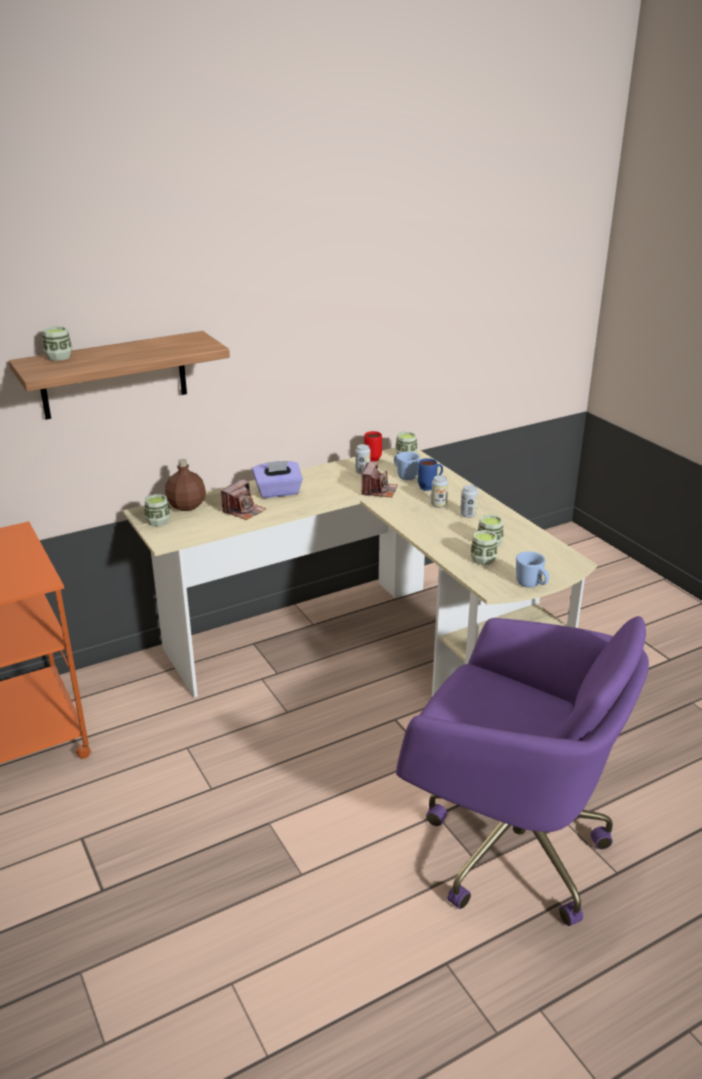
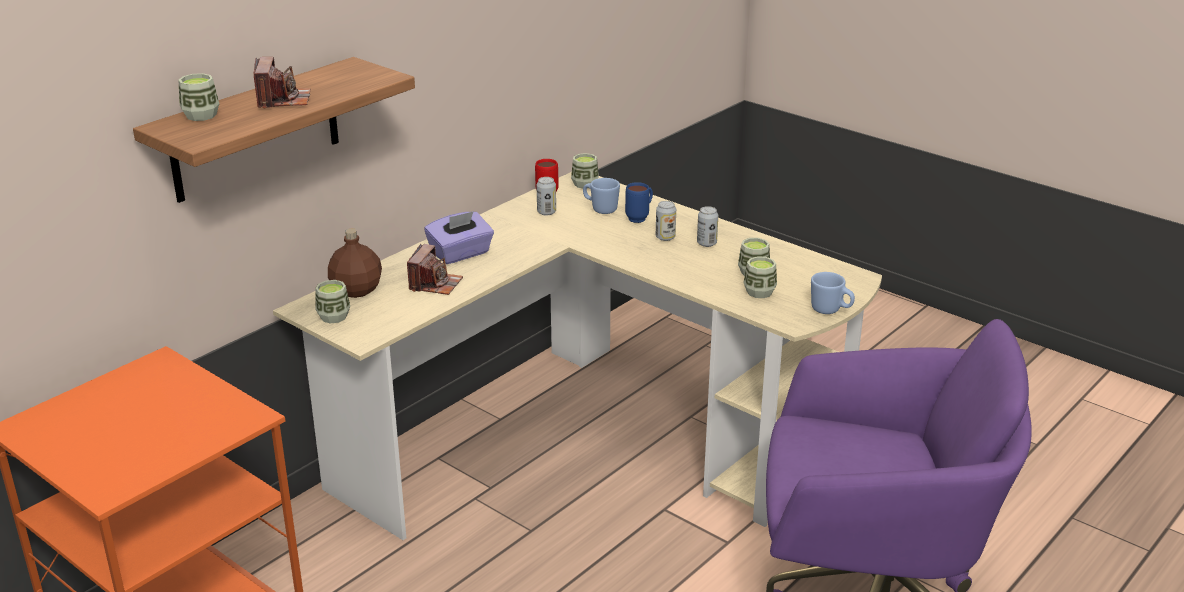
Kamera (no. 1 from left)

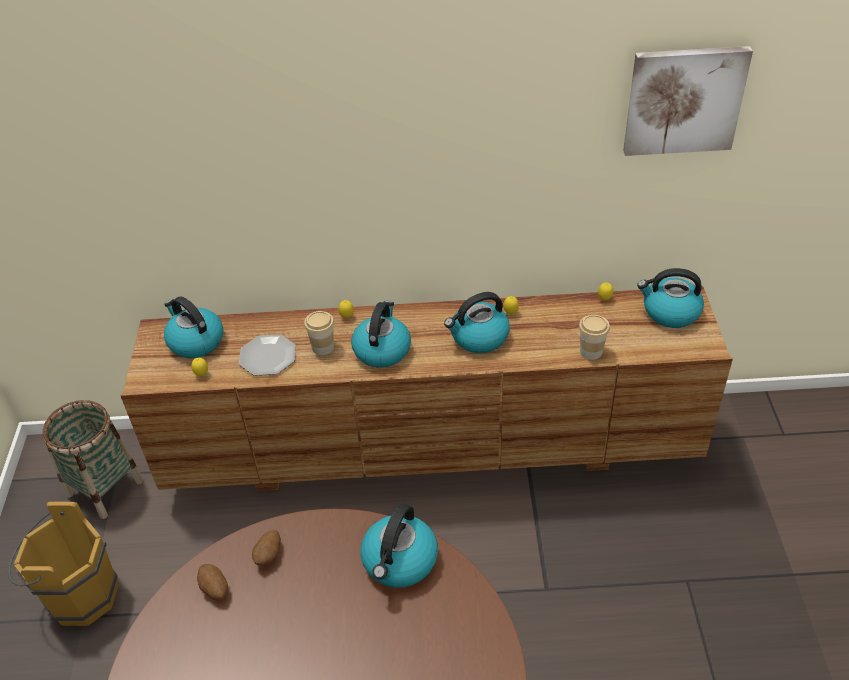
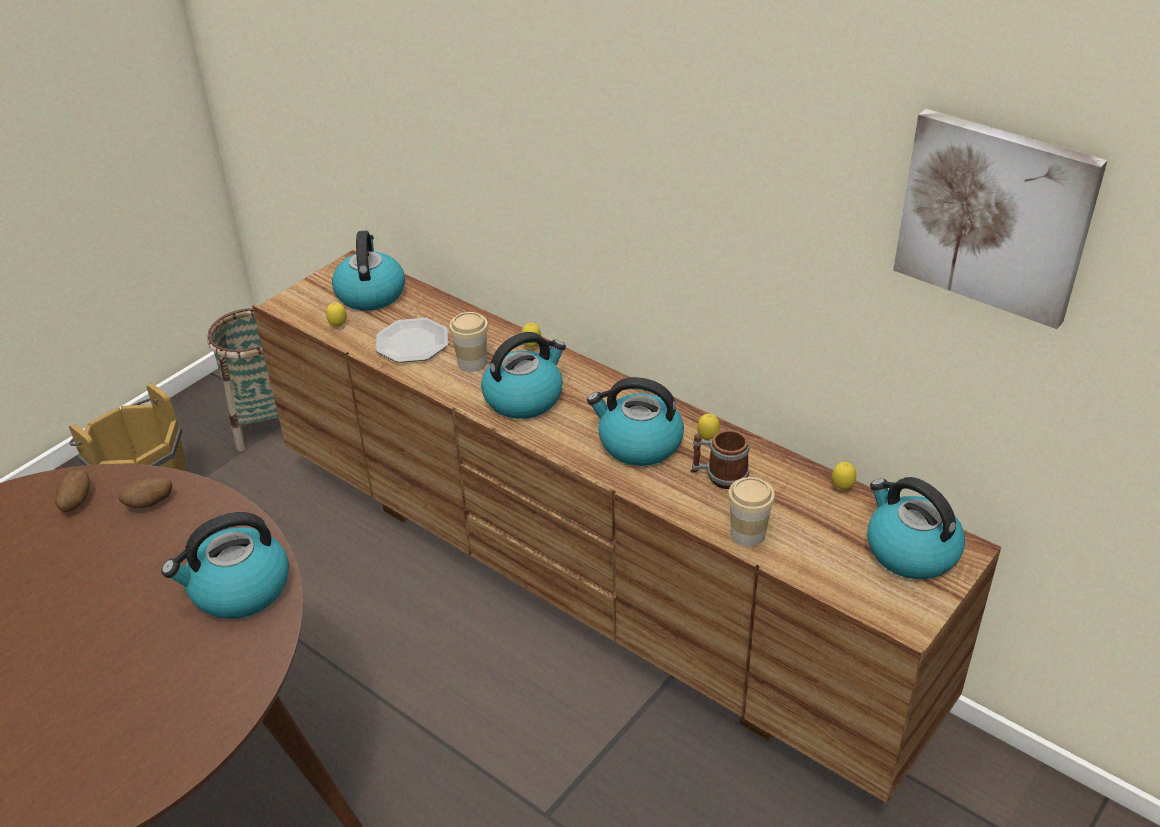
Henkelbecher

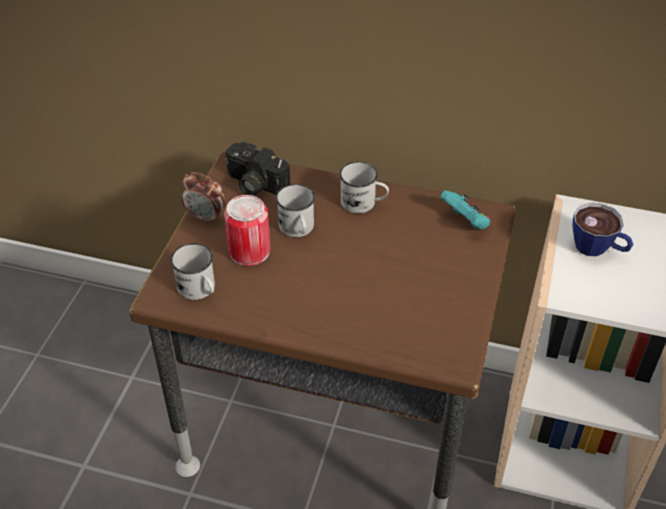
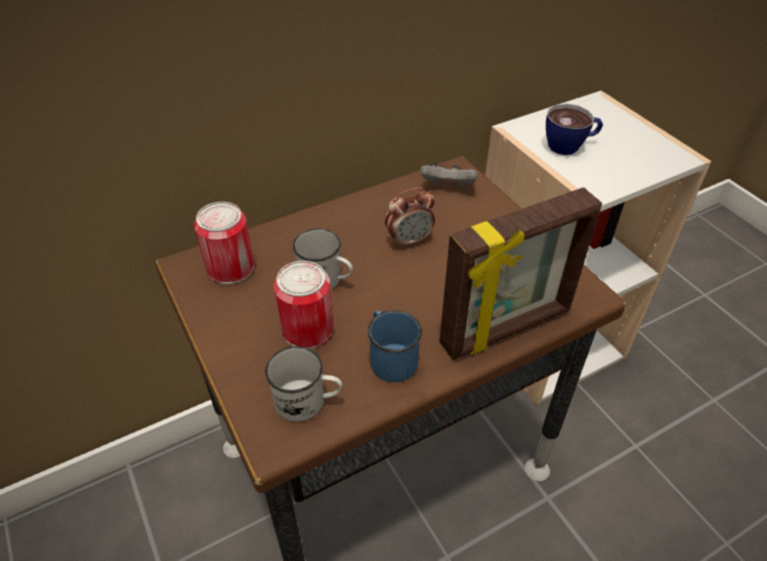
Dose (no. 1 from left)
Henkelbecher (weiß) (no. 3 from left in the first image)
Wecker
Gamepad (grau)
Bilderrahmen
Henkelbecher (blau)

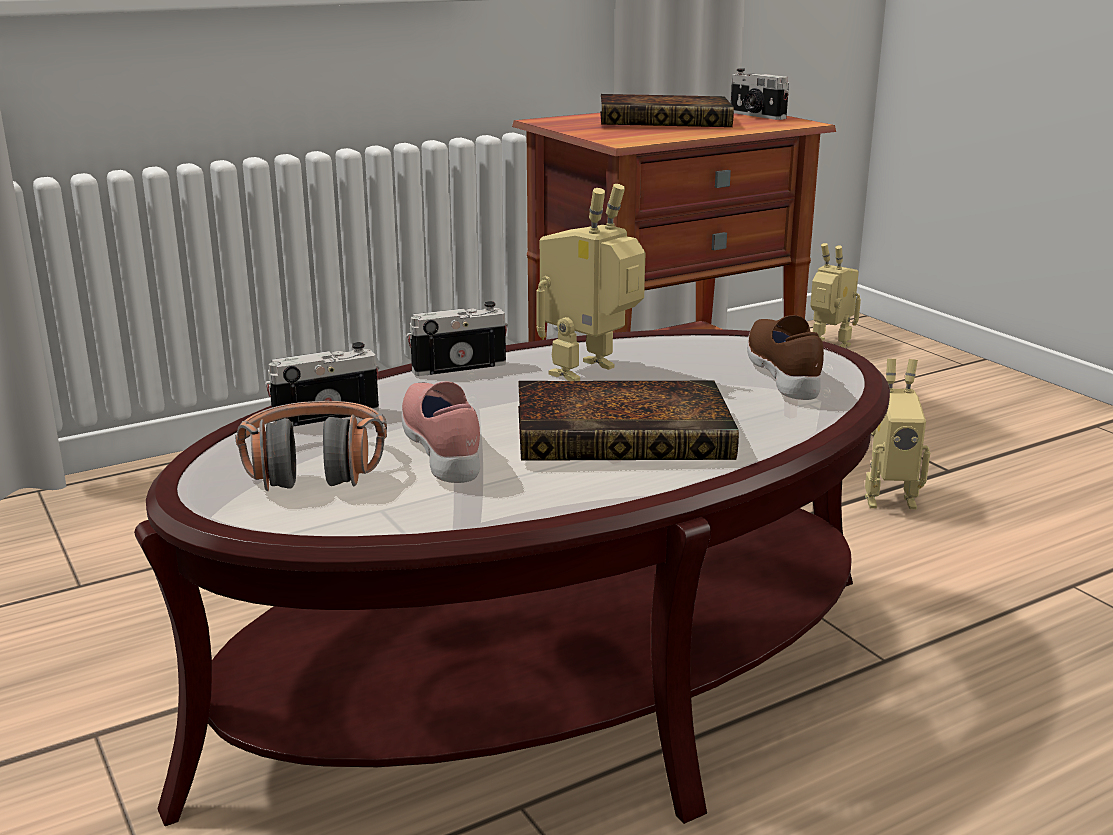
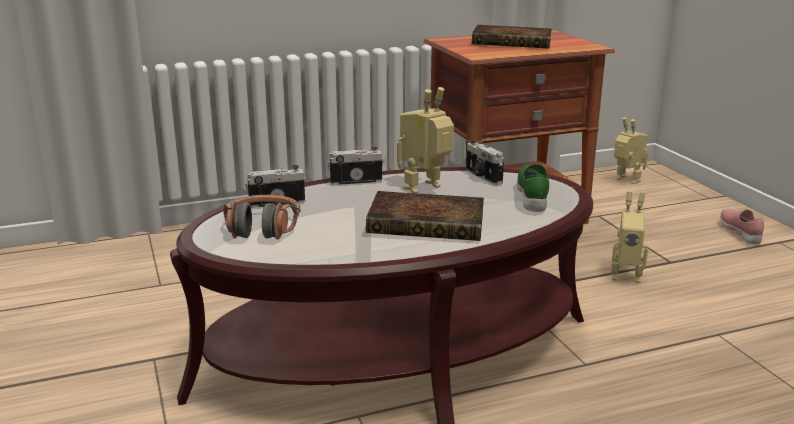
Kamera (no. 3 from left)
Schuh (grün)
Schuh (rosa)

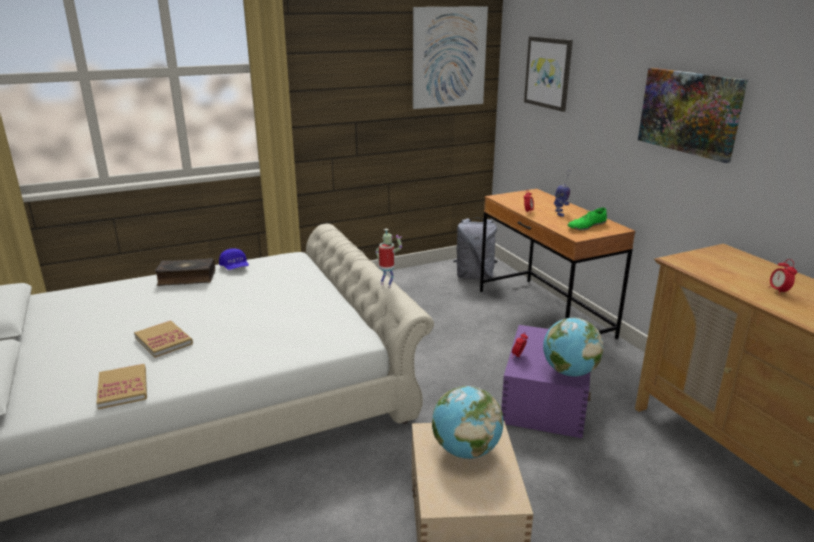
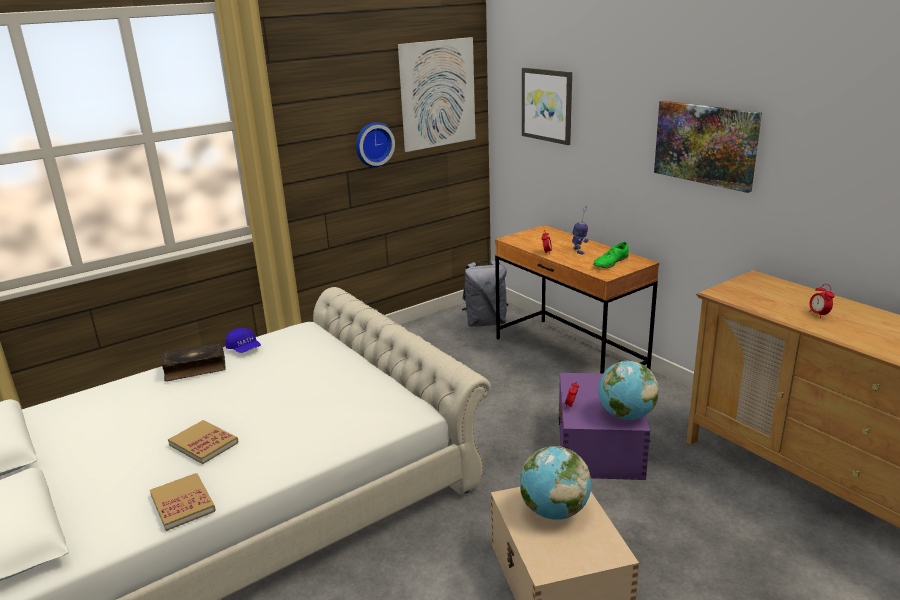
Spielzeugroboter (no. 1 from left in the first image)
Wanduhr

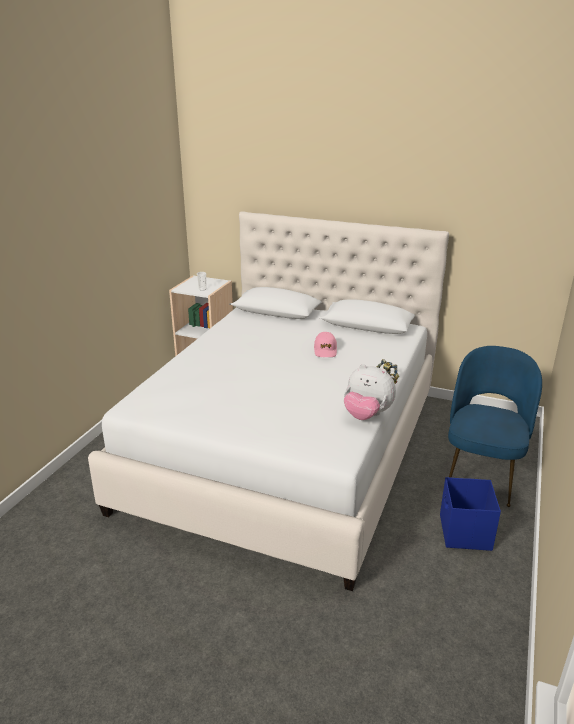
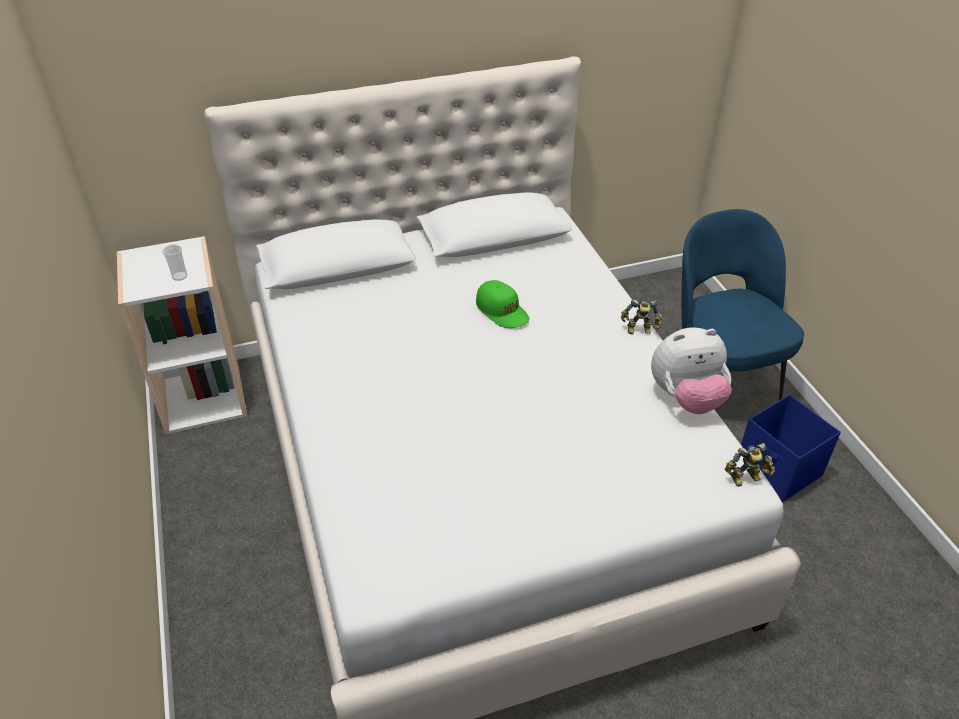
Kappe (grün)
Spielzeugroboter (no. 2 from left)

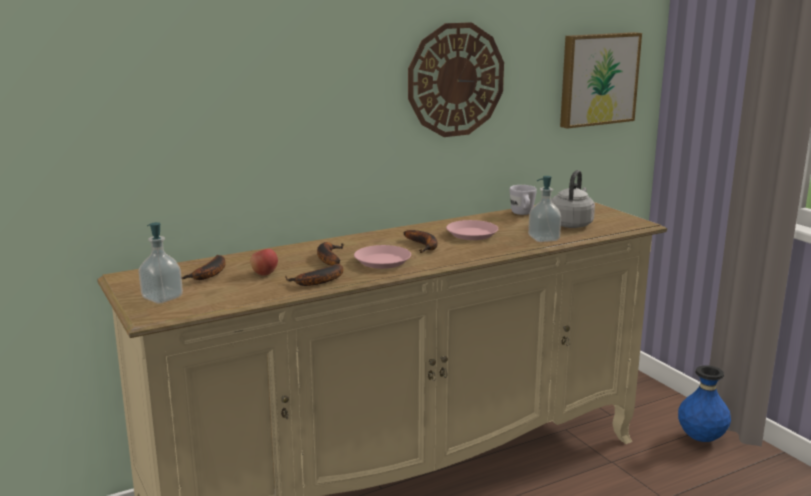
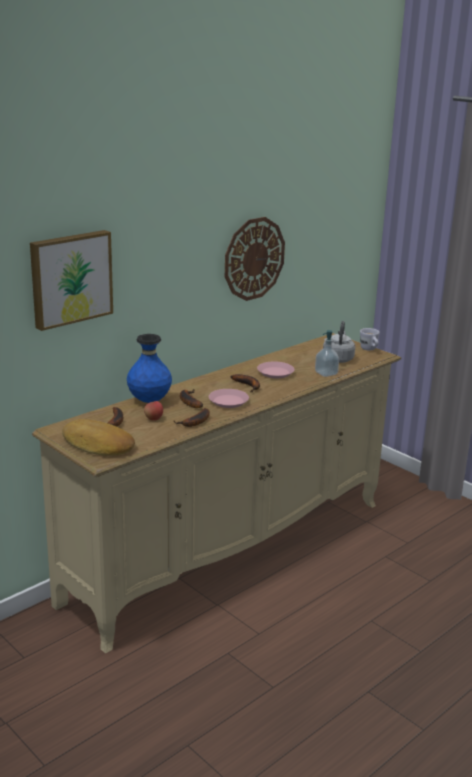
Bild
Henkelbecher (weiß)
Brot
Vase (blau)

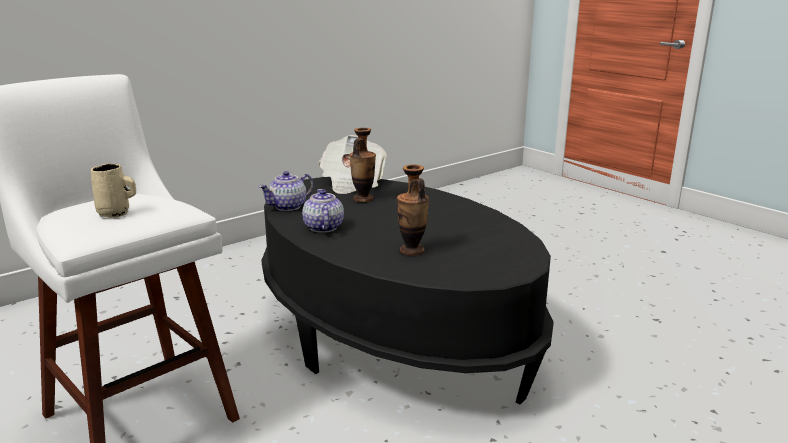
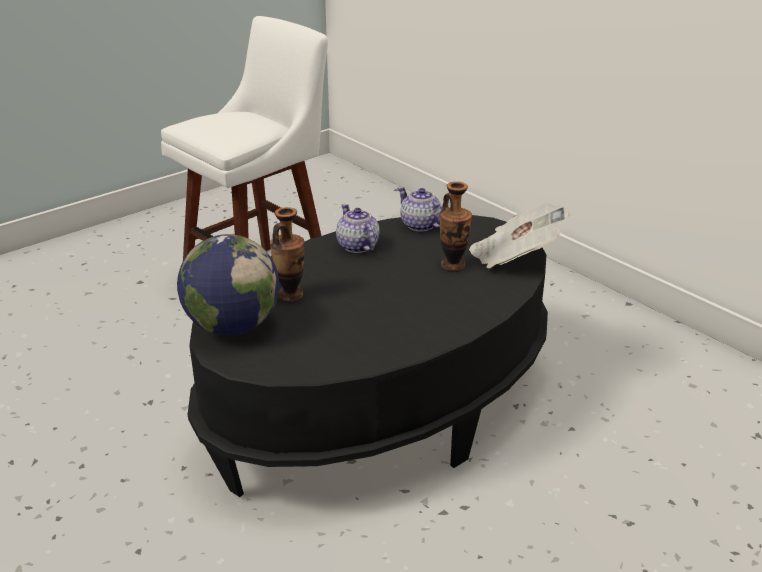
Henkelbecher (beige)
Teekanne (no. 1 from left)
Globus

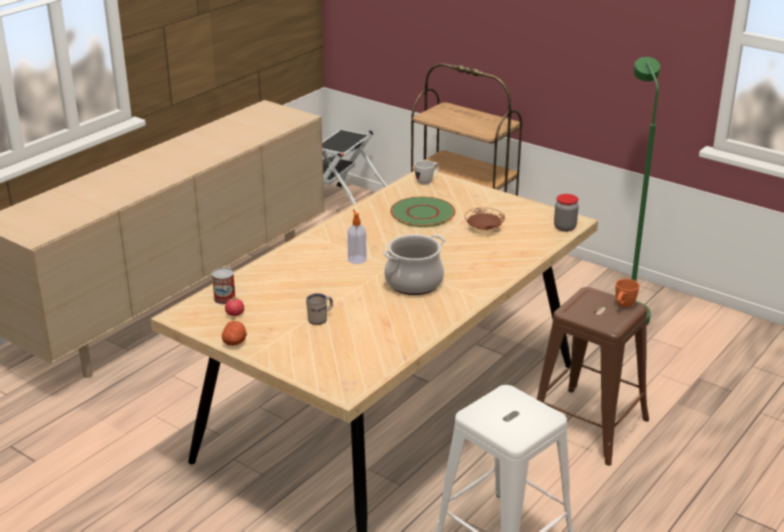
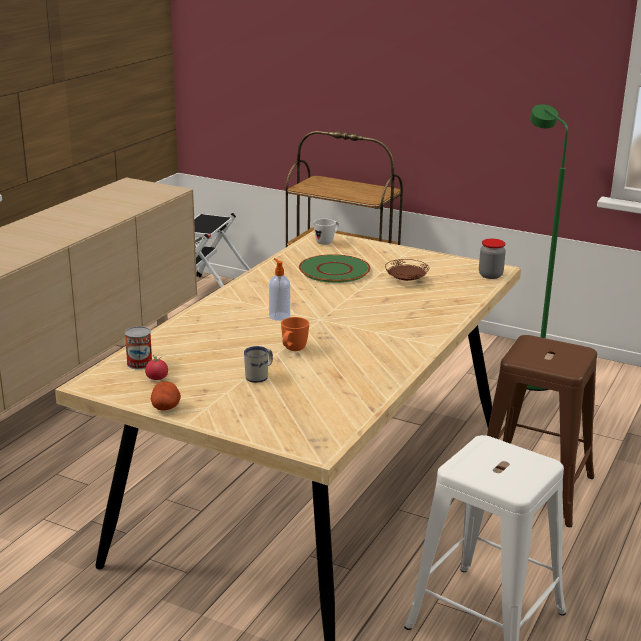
Kochtopf
Henkelbecher (orange)

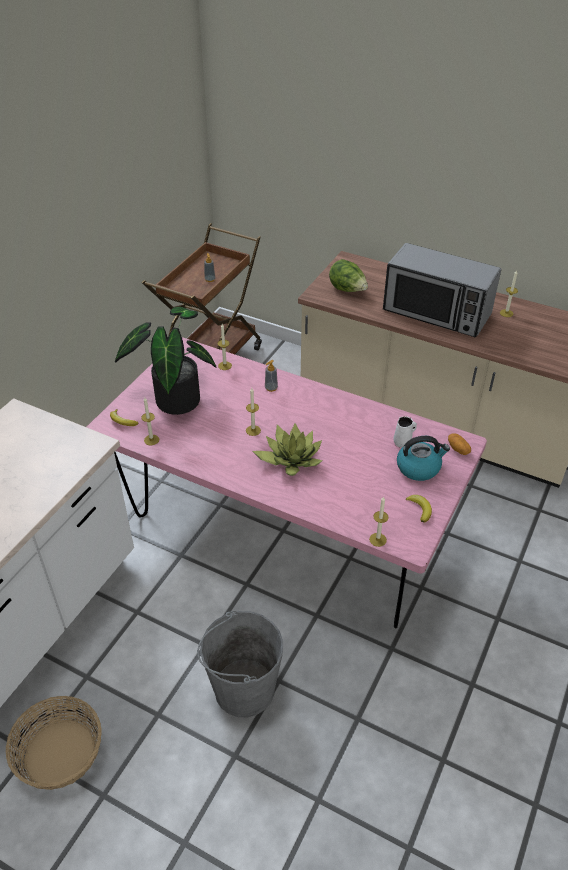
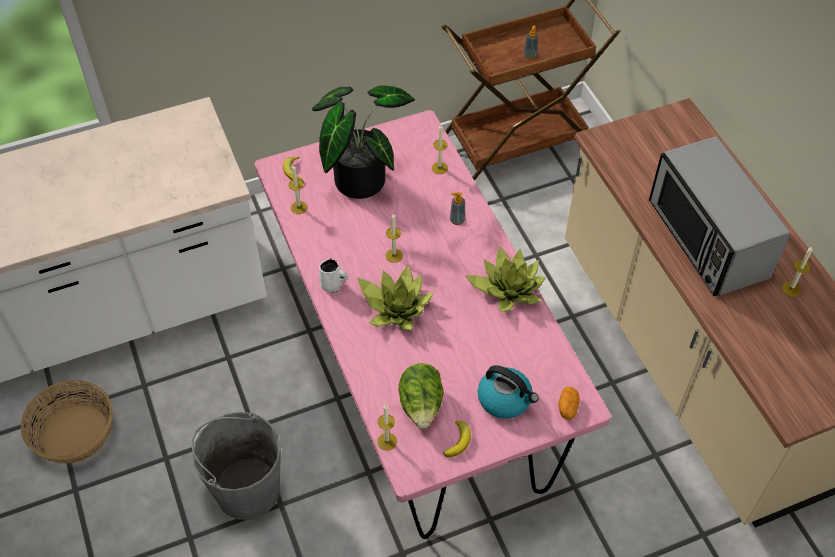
Salatkopf
Henkelbecher (weiß)
Topfpflanze (no. 3 from left)

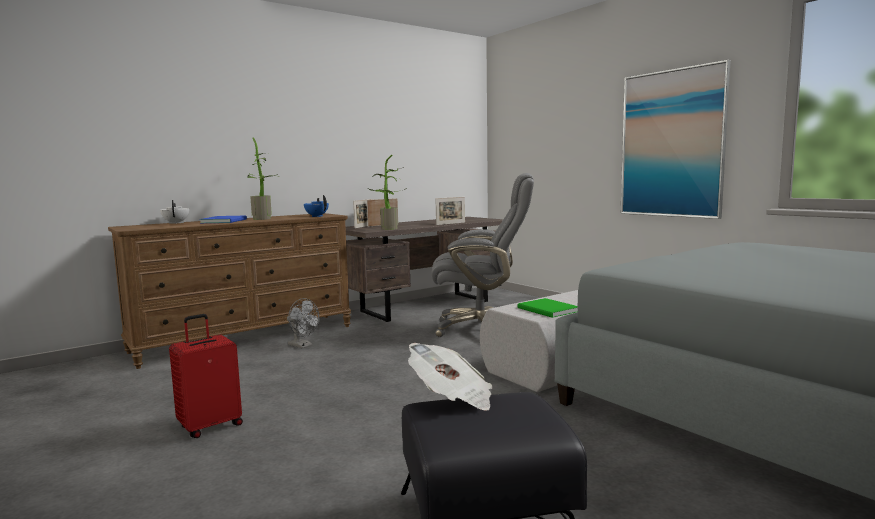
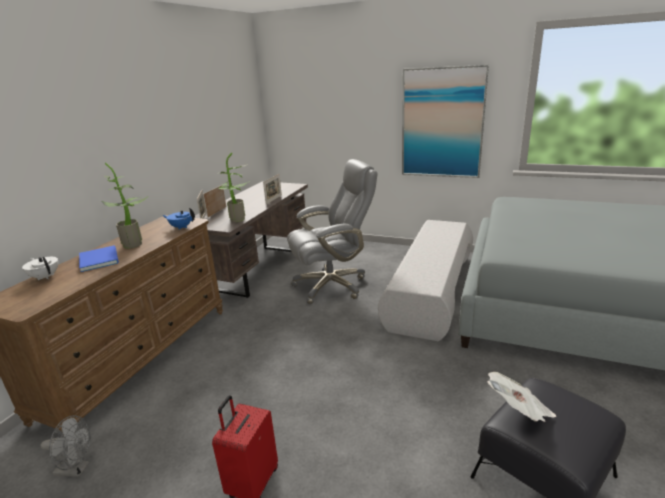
Ventilator (grau)
Buch (grün)

